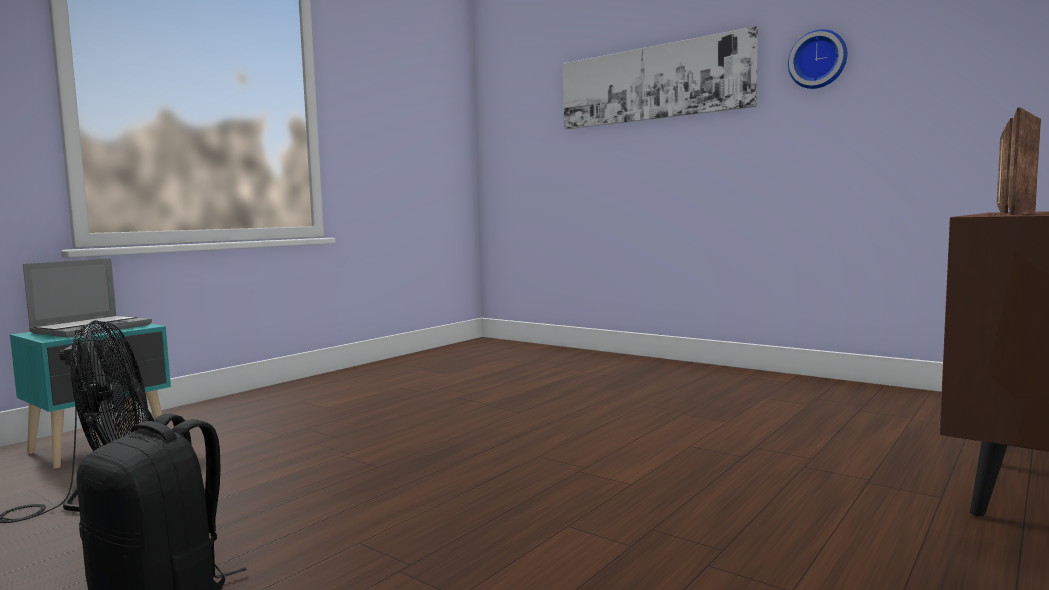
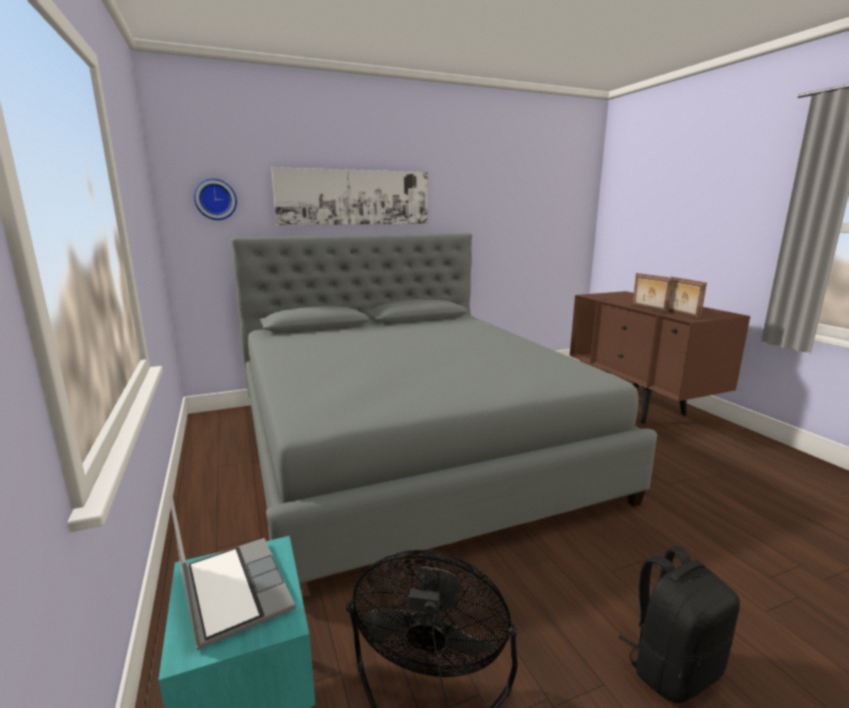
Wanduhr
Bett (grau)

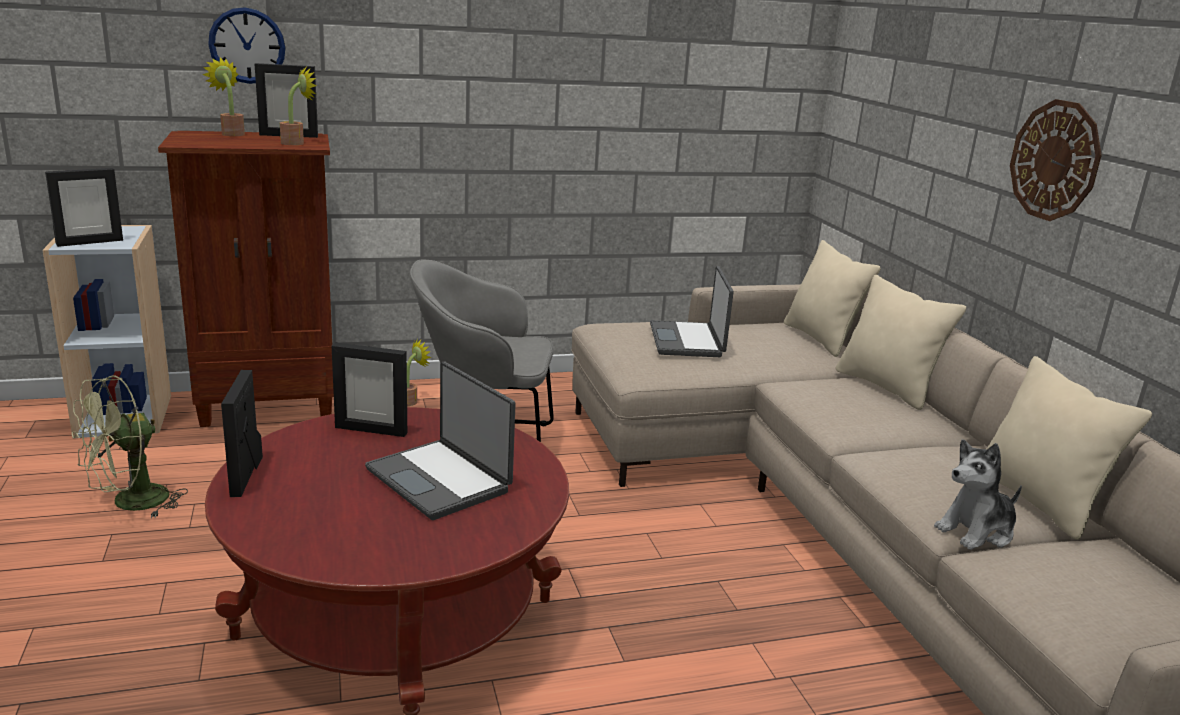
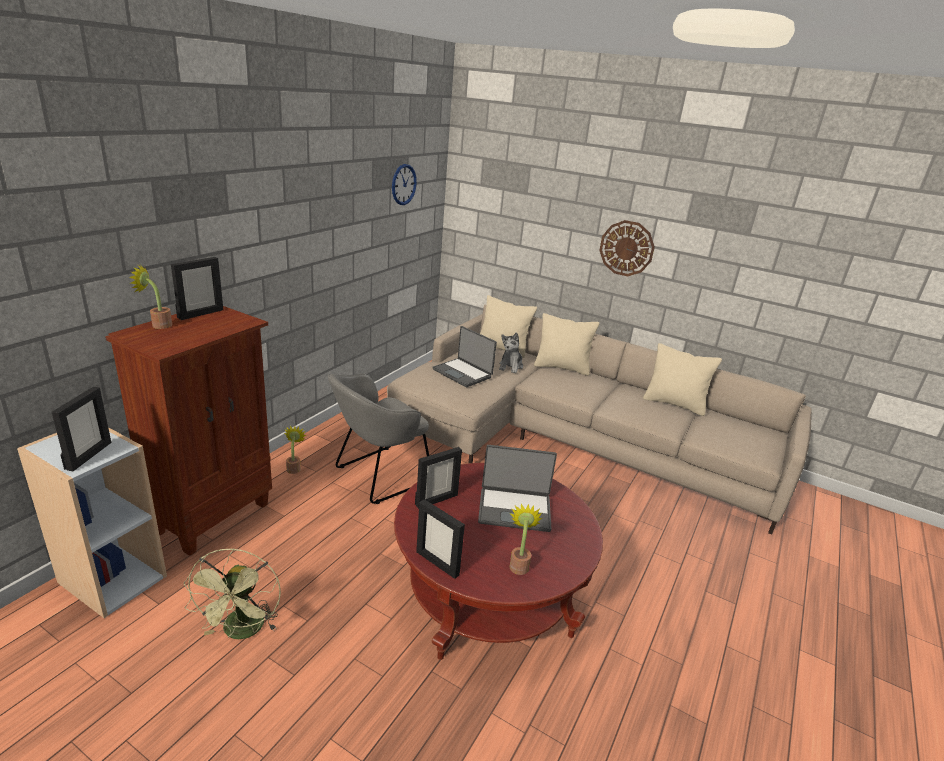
Wanduhr (no. 1 from left)
Topfpflanze (no. 3 from left)
Plüschtier

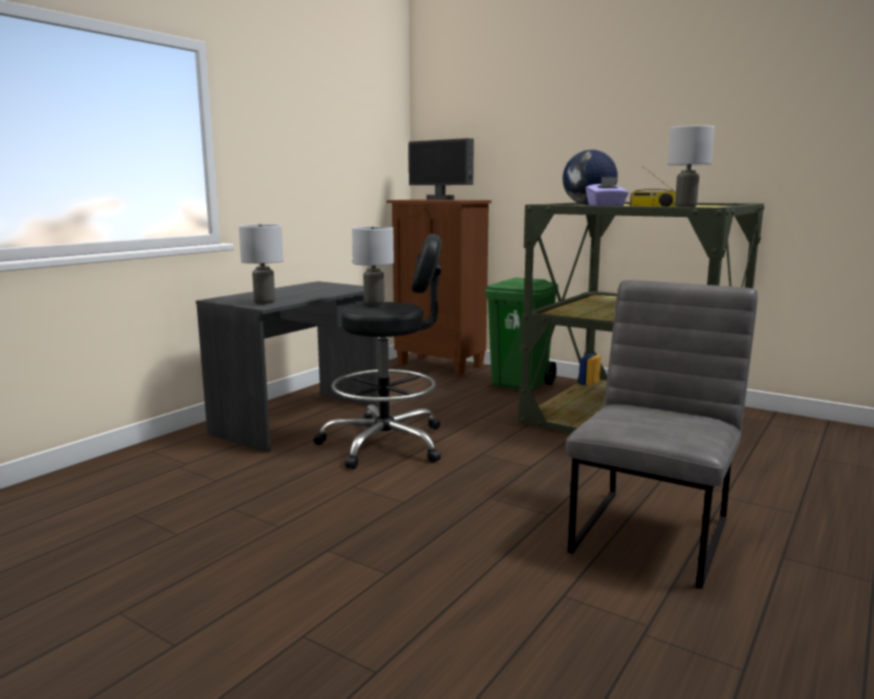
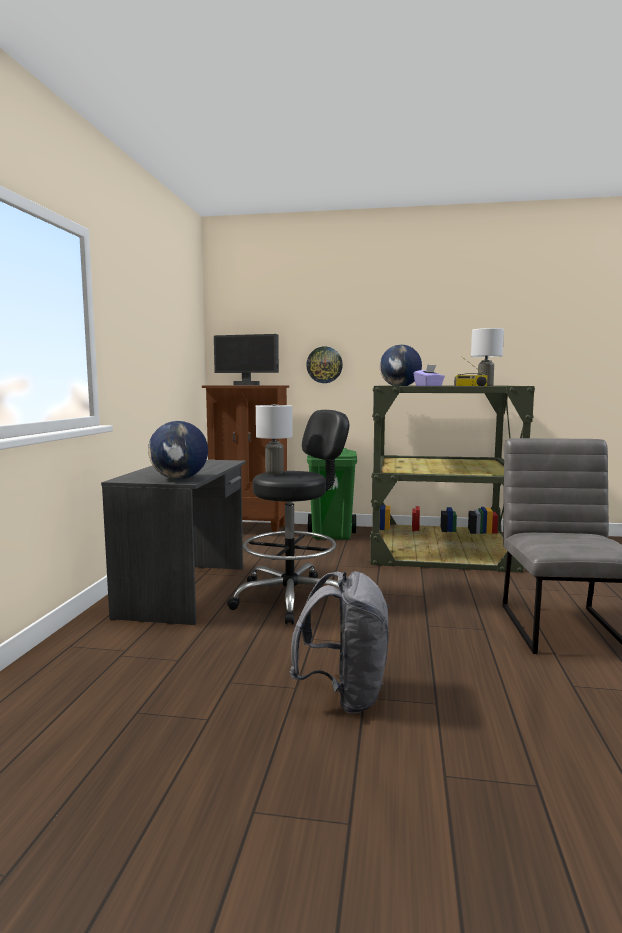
Globus (no. 1 from left)
Wanduhr
Rucksack (grau)

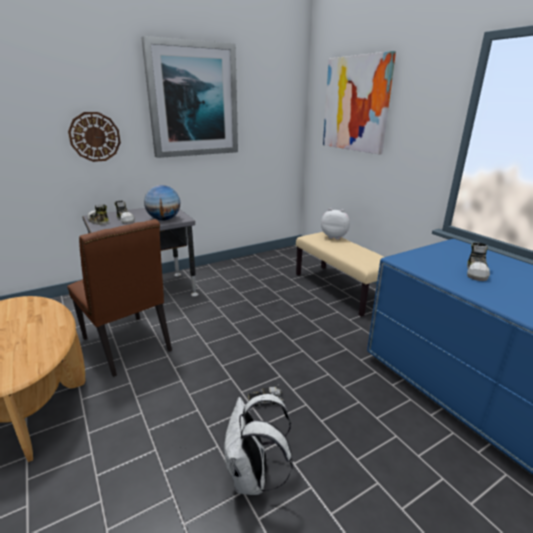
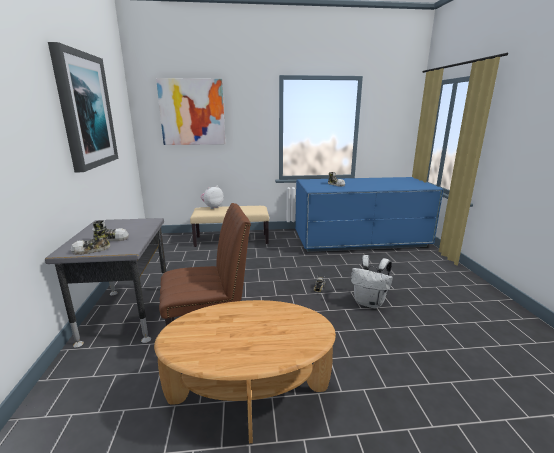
Wanduhr
Globus

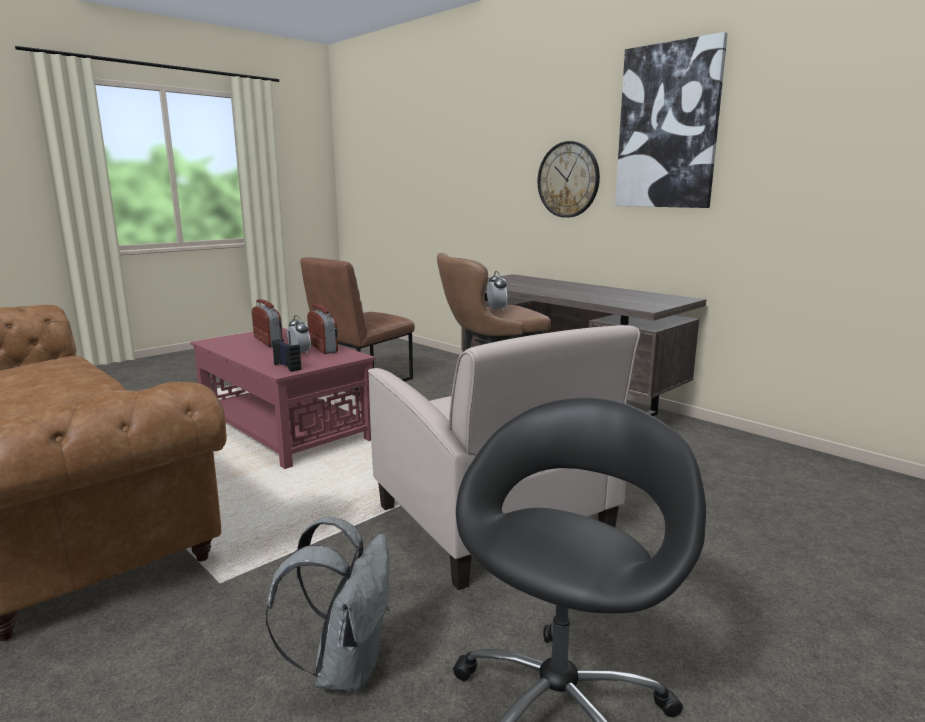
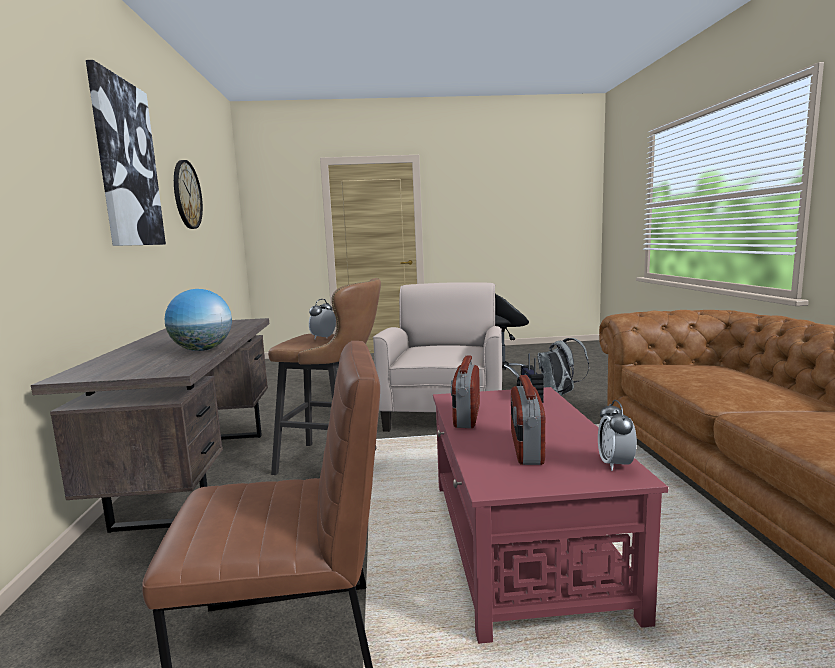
Wanduhr
Wecker (no. 2 from left)
Globus

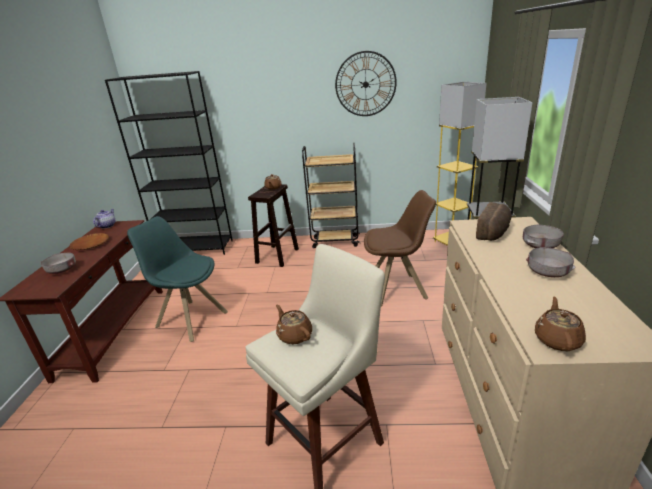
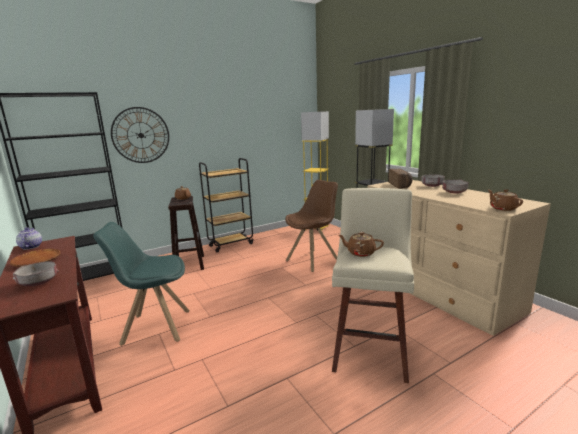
Wanduhr

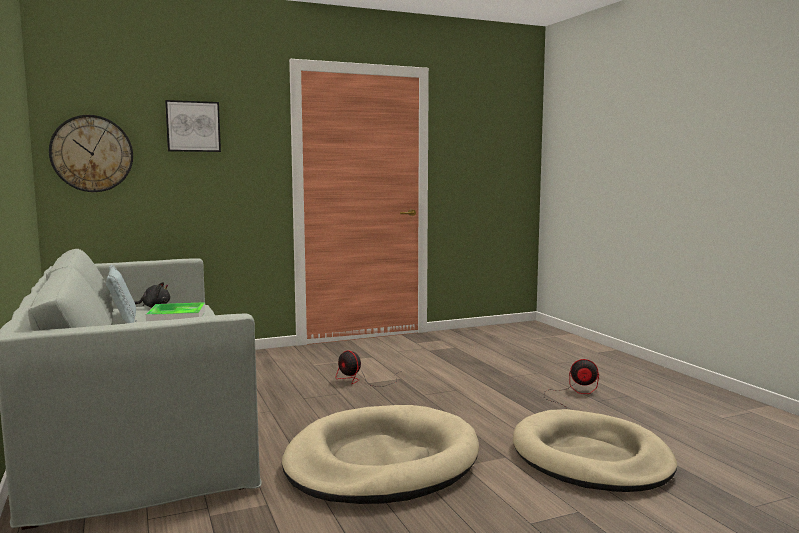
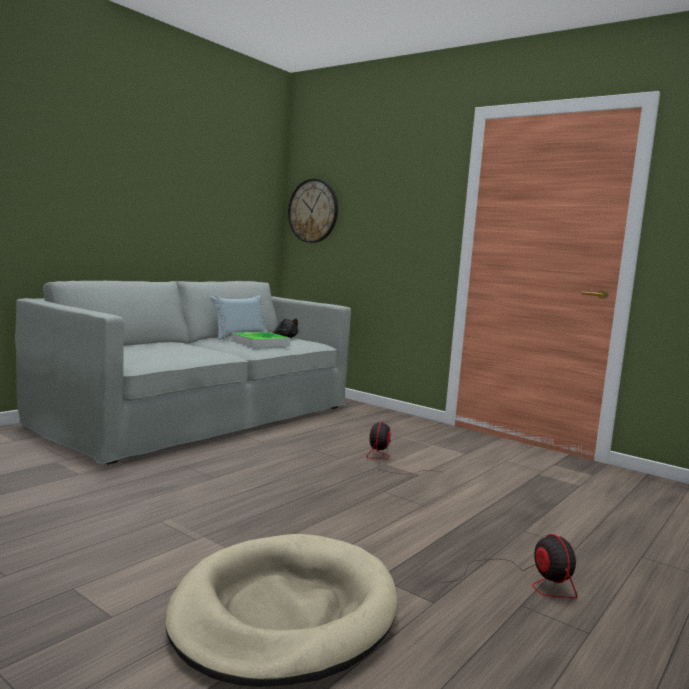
Bild
Hundebett (beige) (no. 1 from left in the first image)

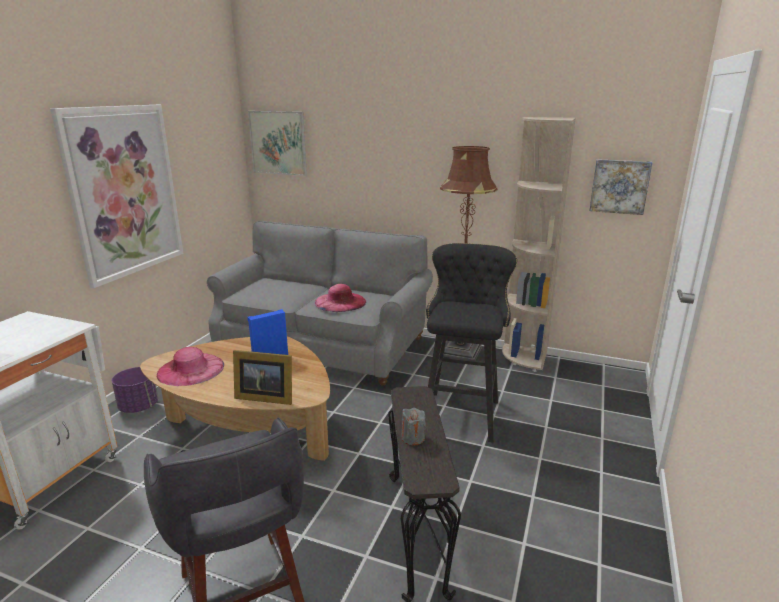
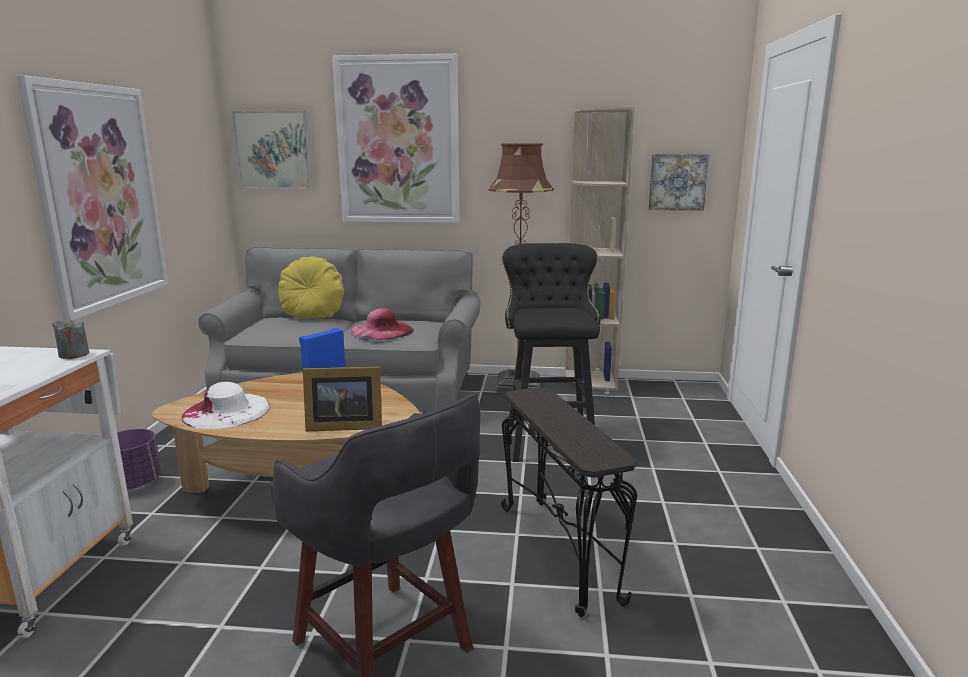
Hut (weiß)
Kerze (grau)
Bild (no. 3 from left)
Kissen (gelb)

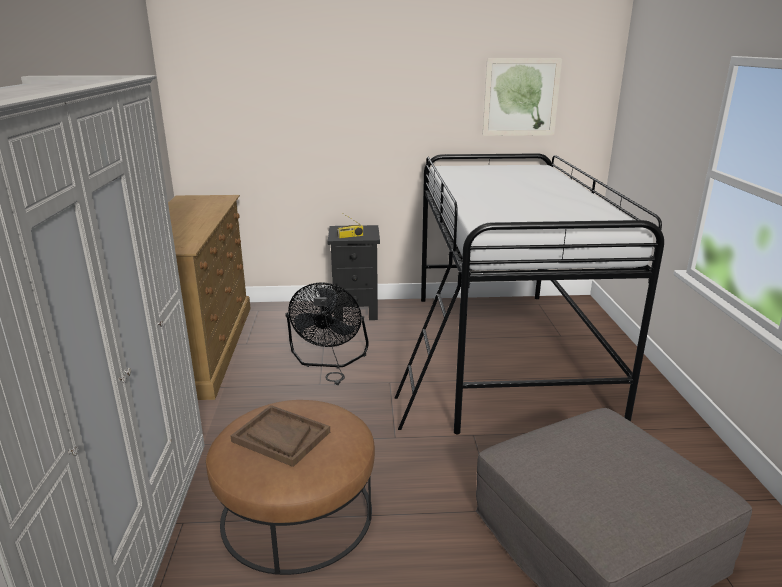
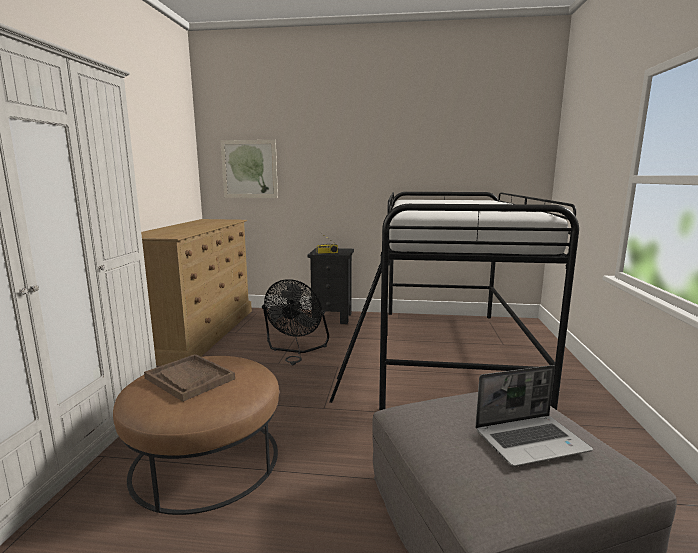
Bild
Laptop

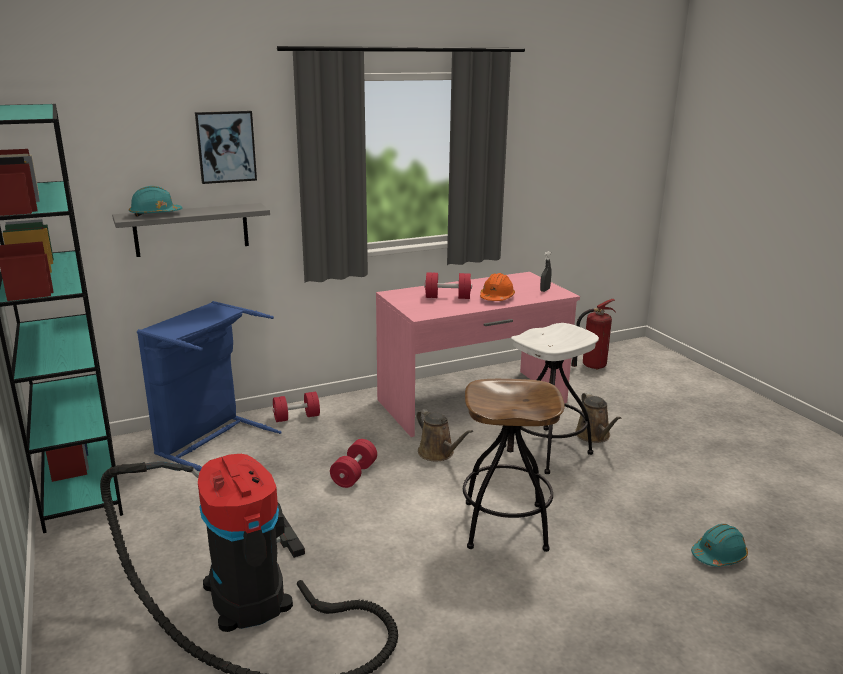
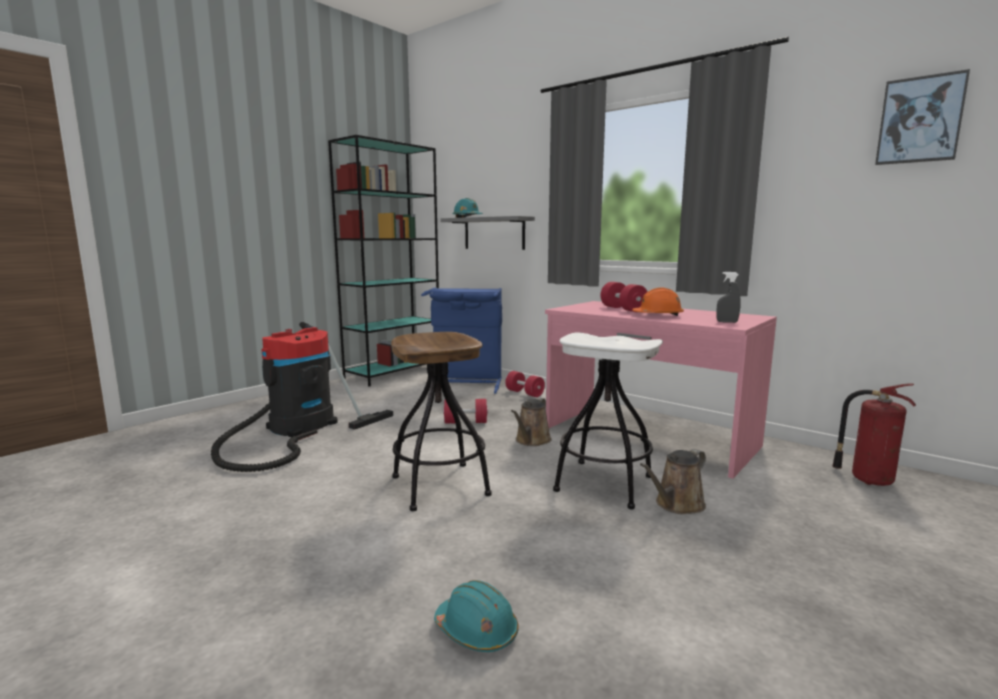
Bild

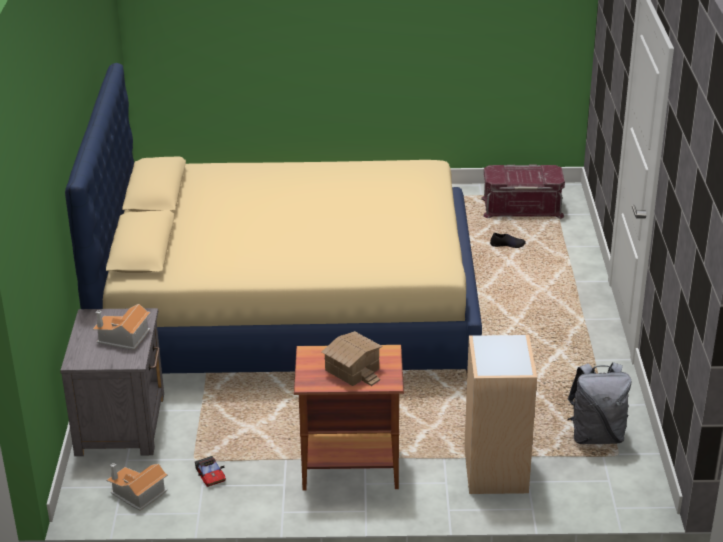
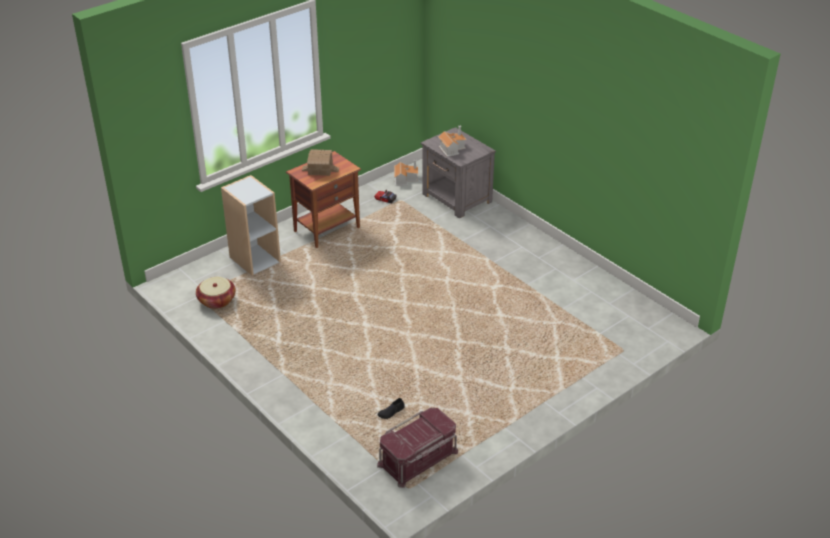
Bett (beige)
Korb

